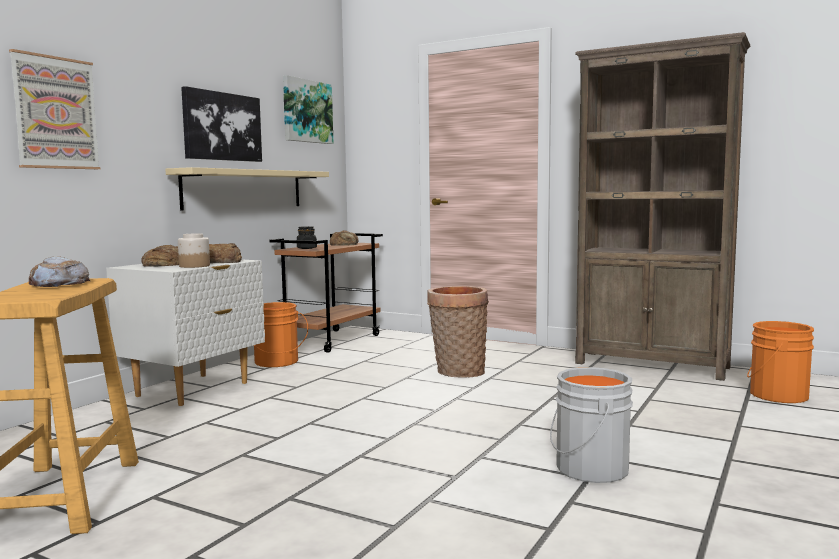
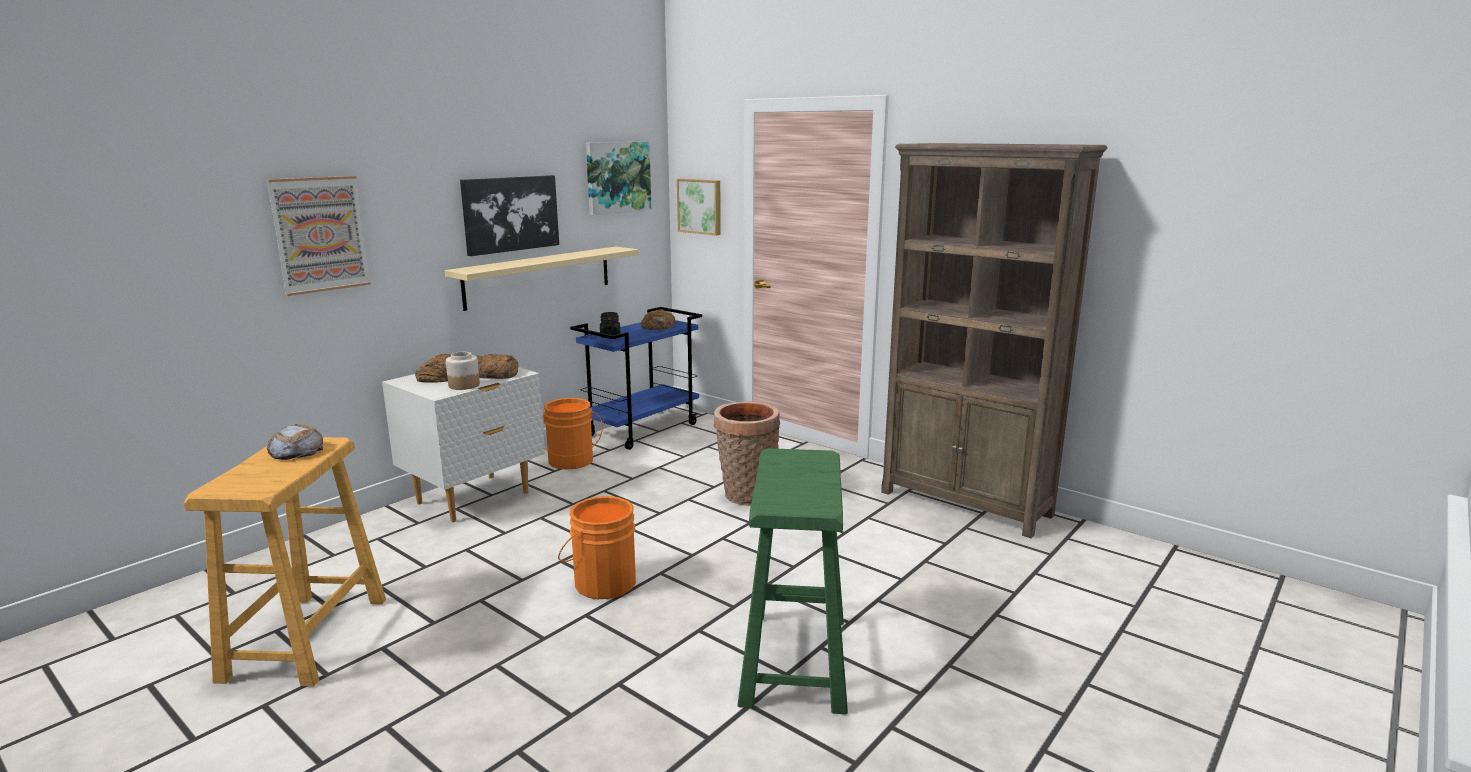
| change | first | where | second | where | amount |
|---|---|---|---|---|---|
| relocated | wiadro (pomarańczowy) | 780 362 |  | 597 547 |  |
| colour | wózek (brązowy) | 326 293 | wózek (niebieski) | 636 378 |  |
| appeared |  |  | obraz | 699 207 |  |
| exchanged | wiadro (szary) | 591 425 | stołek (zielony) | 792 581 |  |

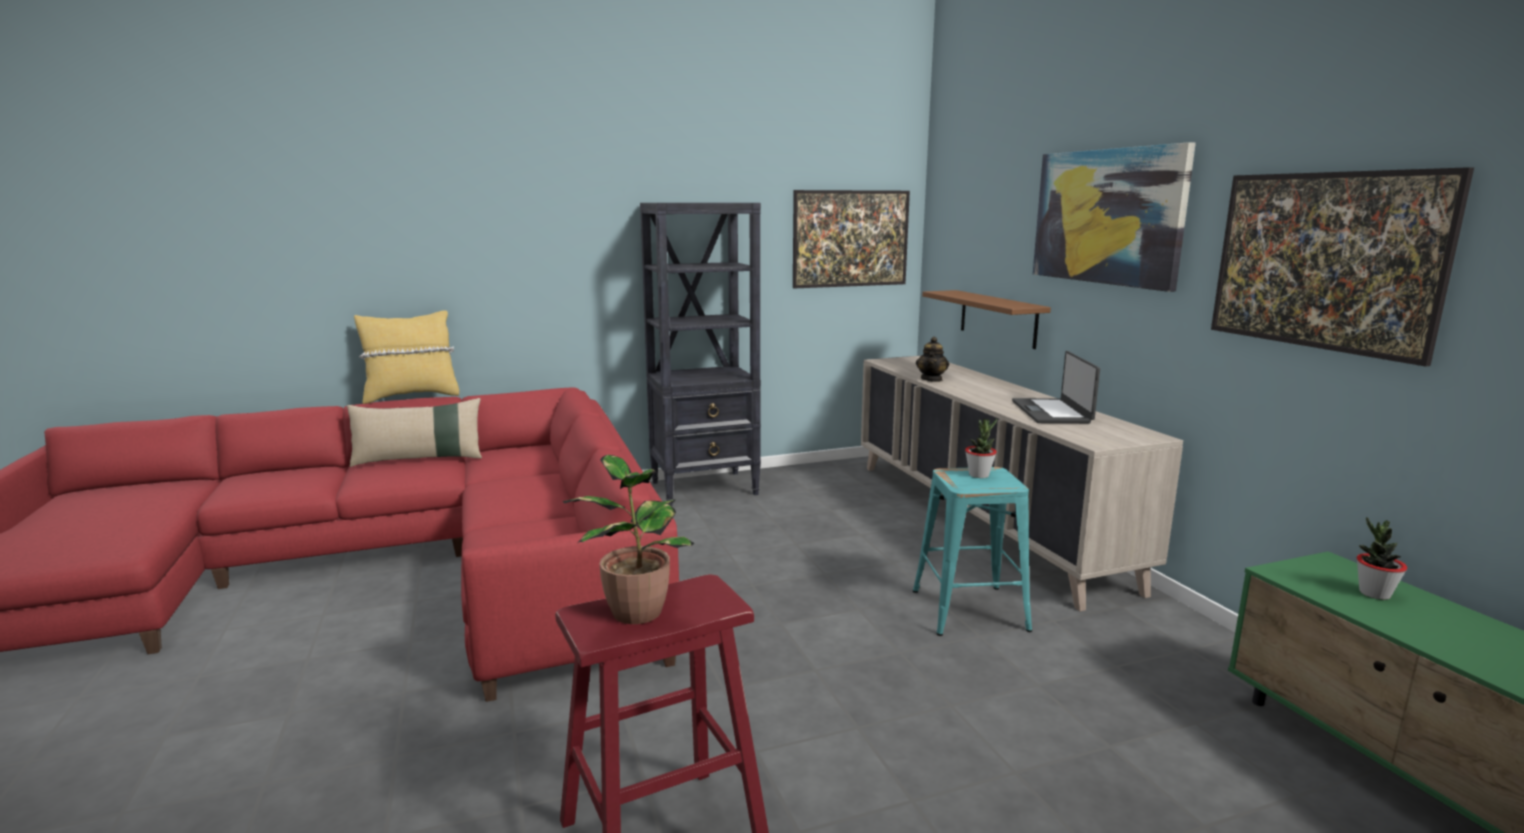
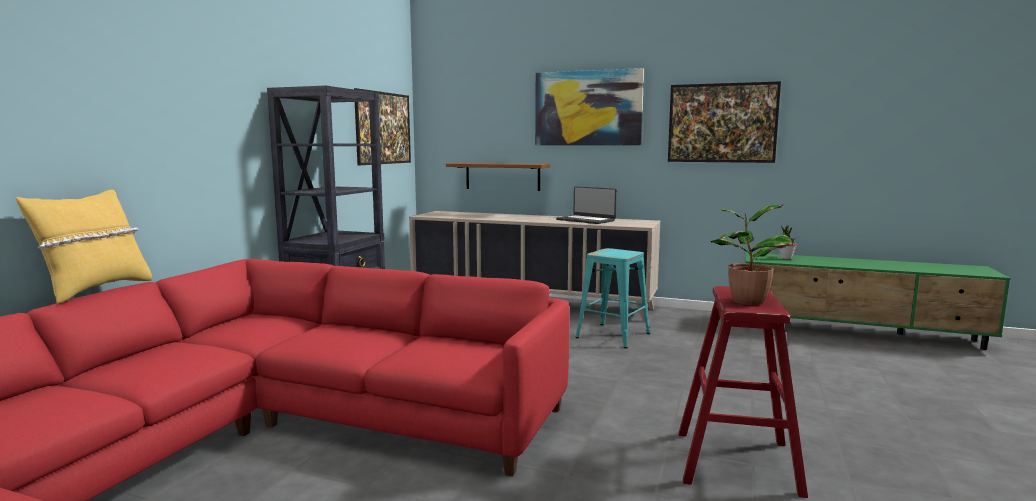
| change | first | where | second | where | amount |
|---|---|---|---|---|---|
| missing | poduszka (beżowy) | 414 432 |  |  |  |
| missing | imbryk | 932 359 |  |  |  |
| missing | roślina doniczkowa | 981 448 |  |  |  |

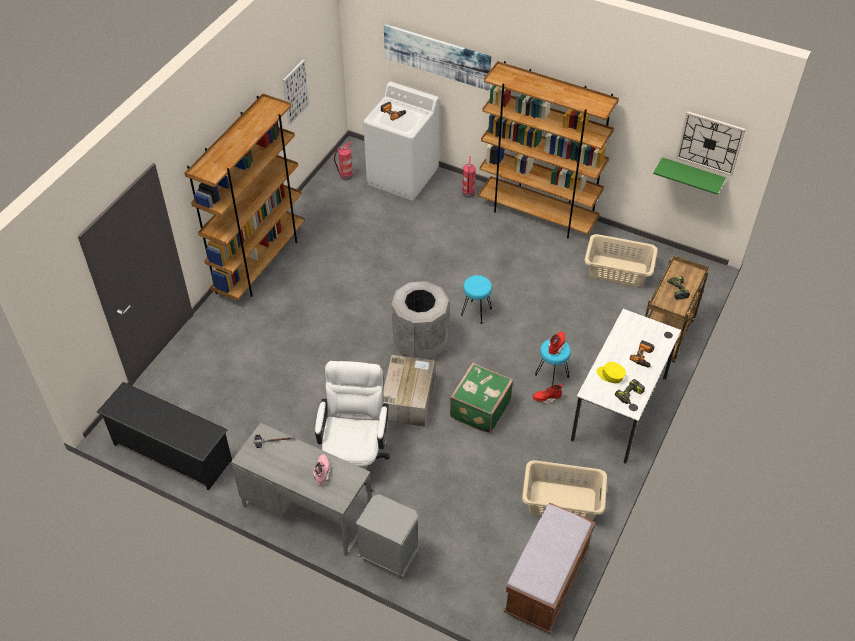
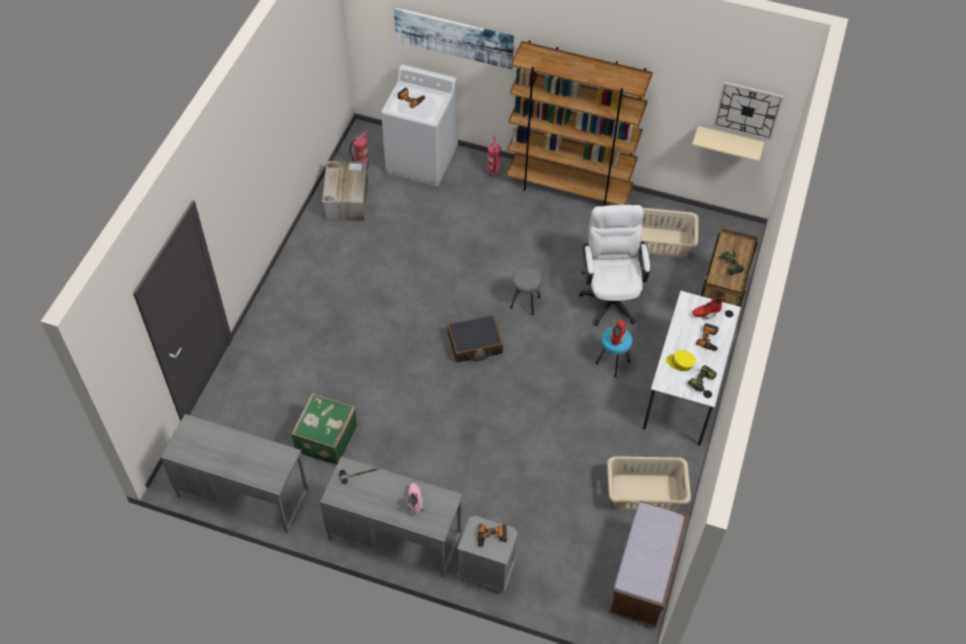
| change | first | where | second | where | amount |
|---|---|---|---|---|---|
| exchanged | regał na buty (czarny) | 164 436 | biurko (szary) | 234 473 |  |
| relocated | walizka (zielony) | 481 398 |  | 324 429 |  |
| relocated | karton | 409 391 |  | 345 191 |  |
| exchanged | kosz na śmieci (szary) | 420 320 | walizka (czarny) | 475 338 |  |
| appeared |  |  | wiertarka | 492 536 |  |
| colour | stołek (turkusowy) | 476 299 | stołek (szary) | 526 291 |  |
| relocated | krzesło biurowe (biały) | 352 426 |  | 614 265 |  |
| colour | półka (zielony) | 689 176 | półka (beżowy) | 728 144 |  |
| relocated | but z cholewką (czerwony) | 547 394 |  | 707 308 |  |
| missing | regał (brązowy) | 244 197 |  |  |  |
| missing | obraz | 296 92 |  |  |  |

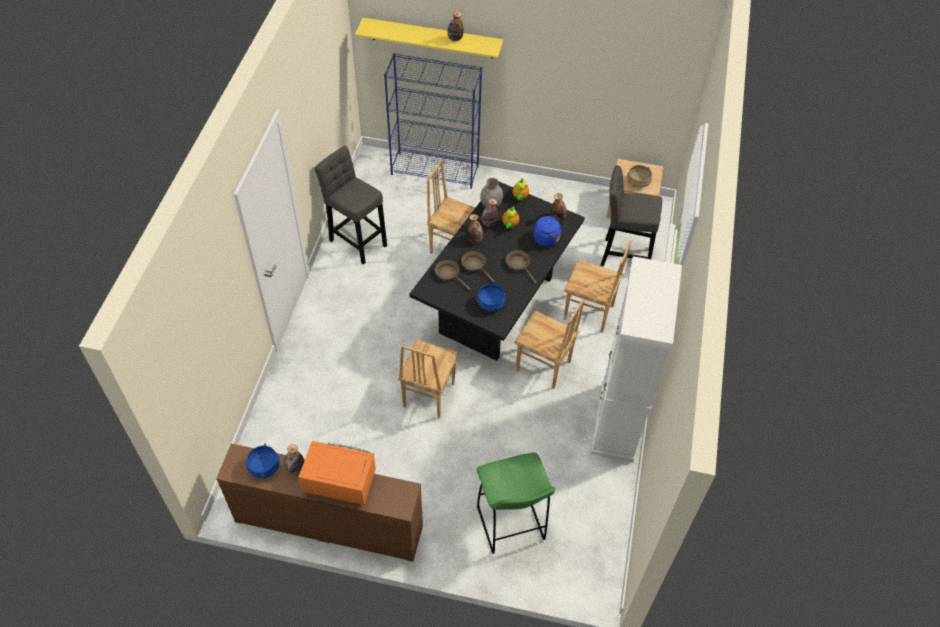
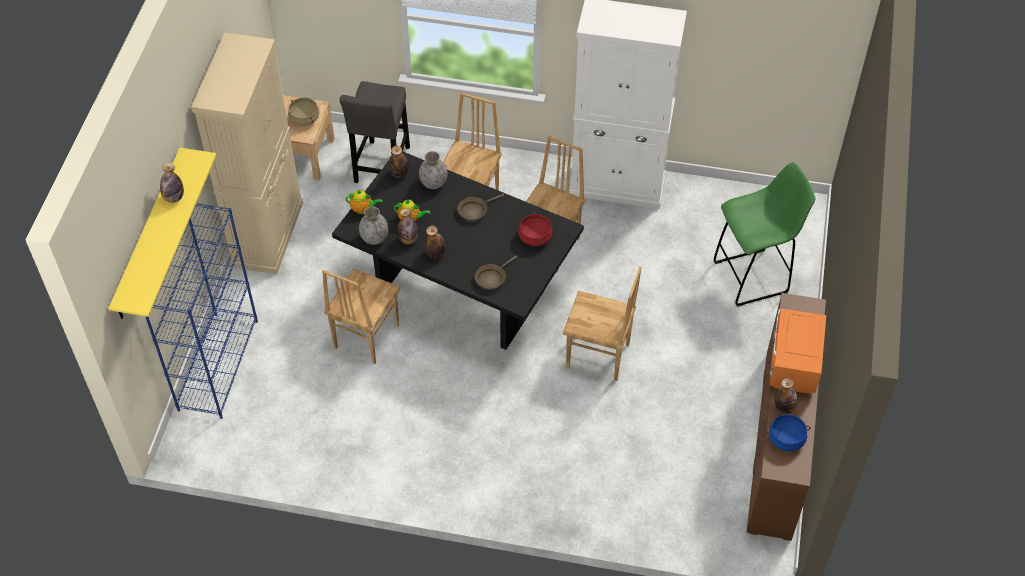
| change | first | where | second | where | amount |
|---|---|---|---|---|---|
| appeared |  |  | szafka (beżowy) | 247 153 |  |
| exchanged | czajnik (niebieski) | 550 231 | wazon (szary) | 433 170 |  |
| colour | garnek (niebieski) | 491 297 | garnek (czerwony) | 535 229 |  |
| missing | stołek (szary) | 350 205 |  |  |  |
| missing | patelnia (brązowy) | 478 267 |  |  |  |

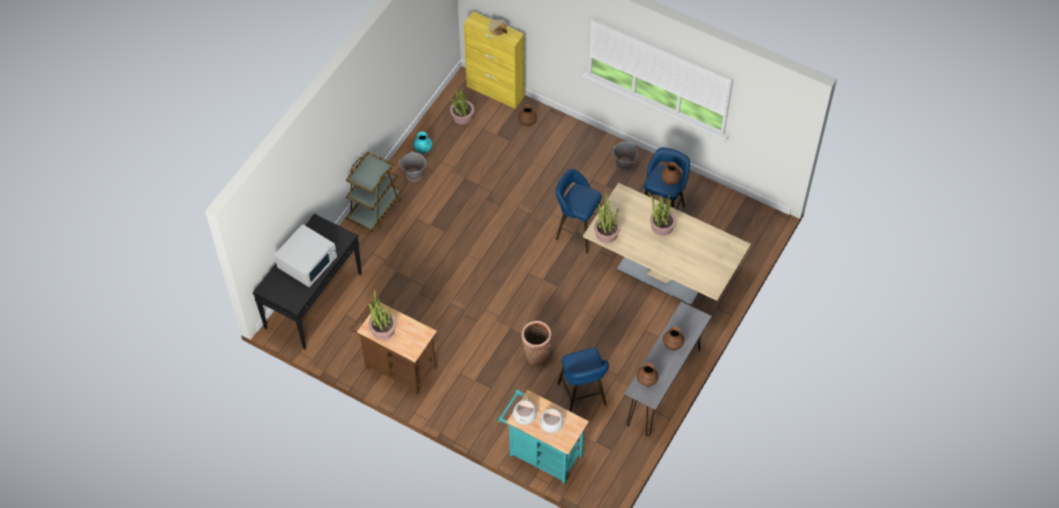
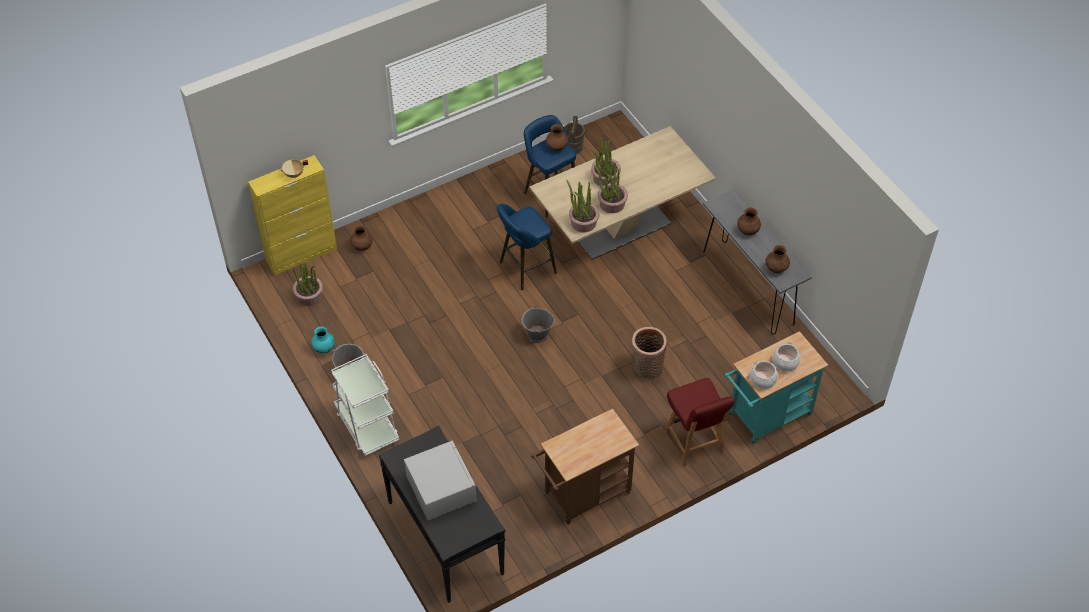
| change | first | where | second | where | amount |
|---|---|---|---|---|---|
| colour | wózek (brązowy) | 374 191 | wózek (biały) | 365 405 |  |
| relocated | wiadro (szary) | 625 156 |  | 538 324 |  |
| appeared |  |  | wiadro (brązowy) | 574 135 |  |
| relocated | roślina doniczkowa | 382 314 |  | 611 188 |  |
| appeared |  |  | krzesło (czerwony) | 699 422 |  |
| missing | stołek (niebieski) | 583 380 |  |  |  |

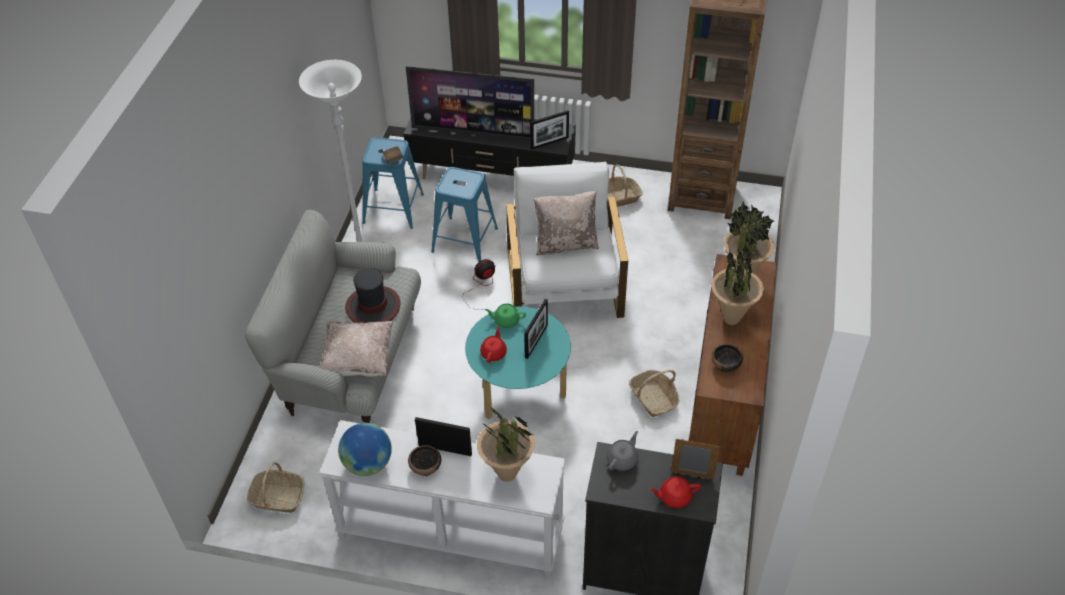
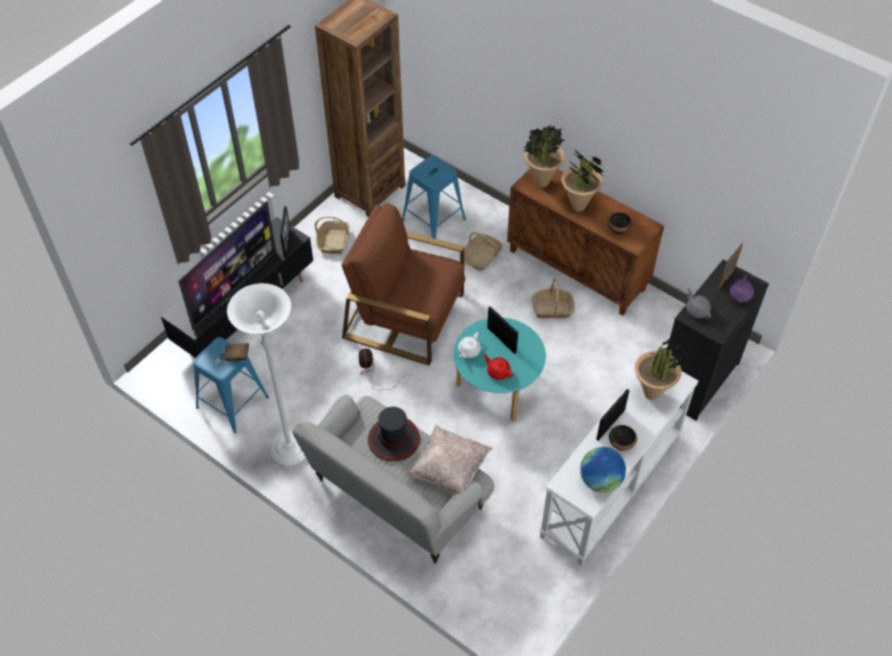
| change | first | where | second | where | amount |
|---|---|---|---|---|---|
| colour | fotel (biały) | 567 240 | fotel (brązowy) | 403 284 |  |
| relocated | stołek (niebieski) | 464 214 |  | 434 197 |  |
| colour | imbryk (zielony) | 505 316 | imbryk (biały) | 469 345 |  |
| relocated | koszyk | 276 487 |  | 483 251 |  |
| colour | imbryk (czerwony) | 675 492 | imbryk (fioletowy) | 741 289 |  |
| missing | poduszka (beżowy) | 566 223 |  |  |  |

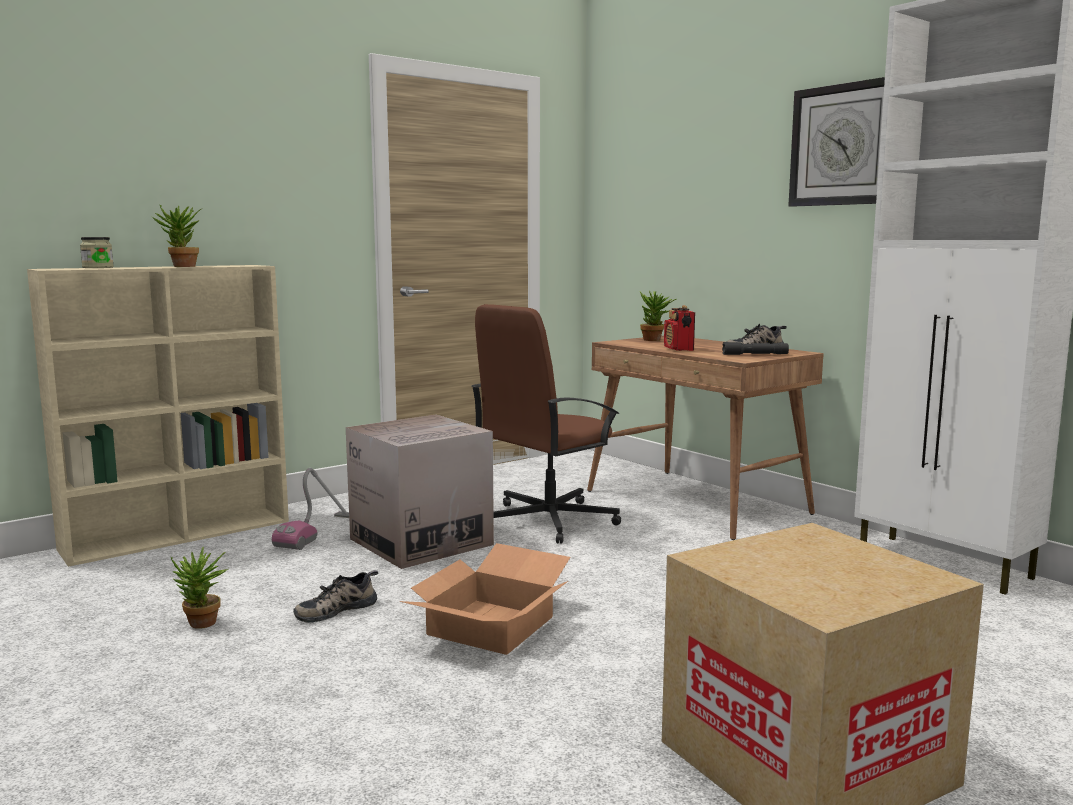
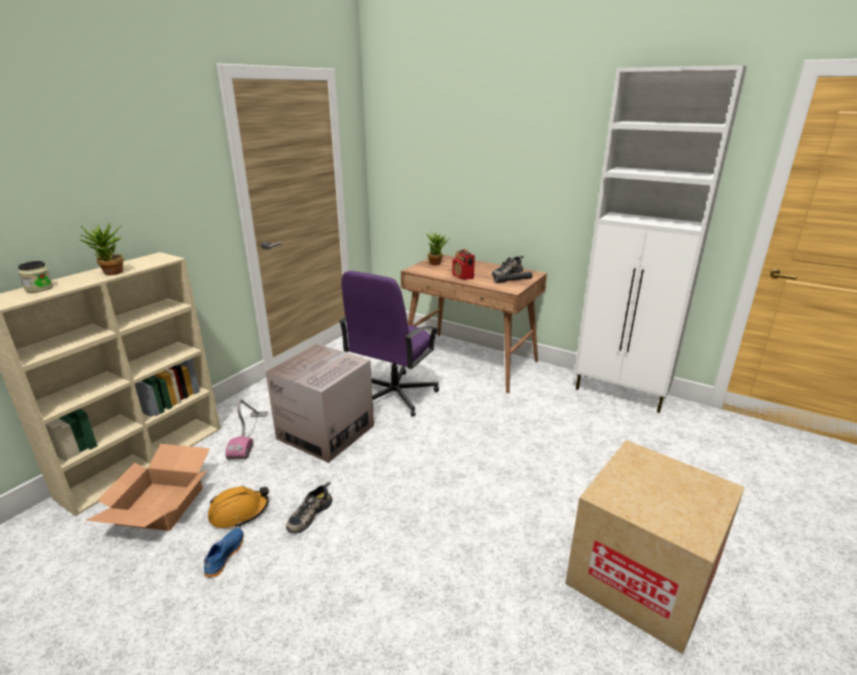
| change | first | where | second | where | amount |
|---|---|---|---|---|---|
| relocated | karton | 484 599 |  | 148 487 |  |
| exchanged | roślina doniczkowa | 199 588 | but (niebieski) | 224 553 |  |
| appeared |  |  | kask (pomarańczowy) | 238 507 |  |
| colour | krzesło biurowe (brązowy) | 546 424 | krzesło biurowe (fioletowy) | 389 343 |  |
| missing | zegar ścienny | 836 142 |  |  |  |

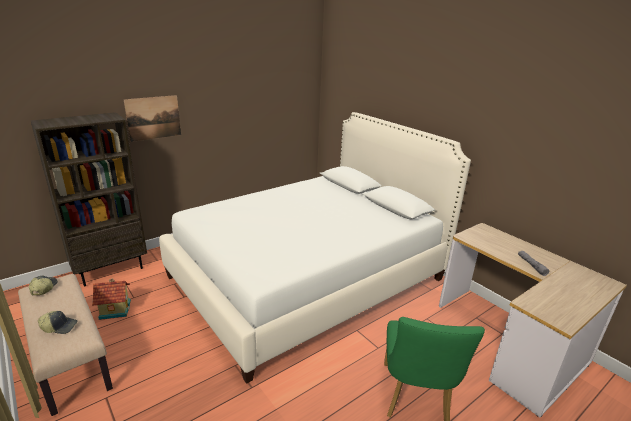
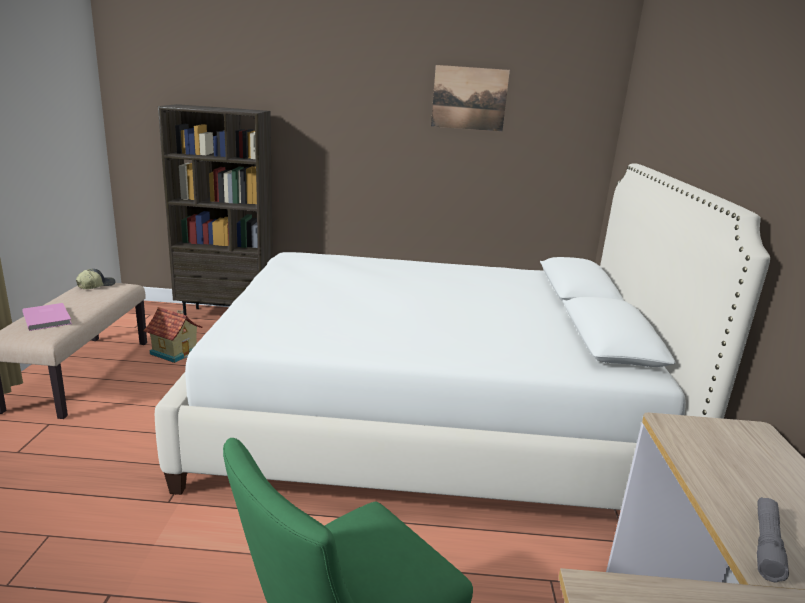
| change | first | where | second | where | amount |
|---|---|---|---|---|---|
| exchanged | czapka z daszkiem | 58 322 | książka (różowy) | 47 317 |  |
| relocated | obraz | 152 118 |  | 470 98 |  |

